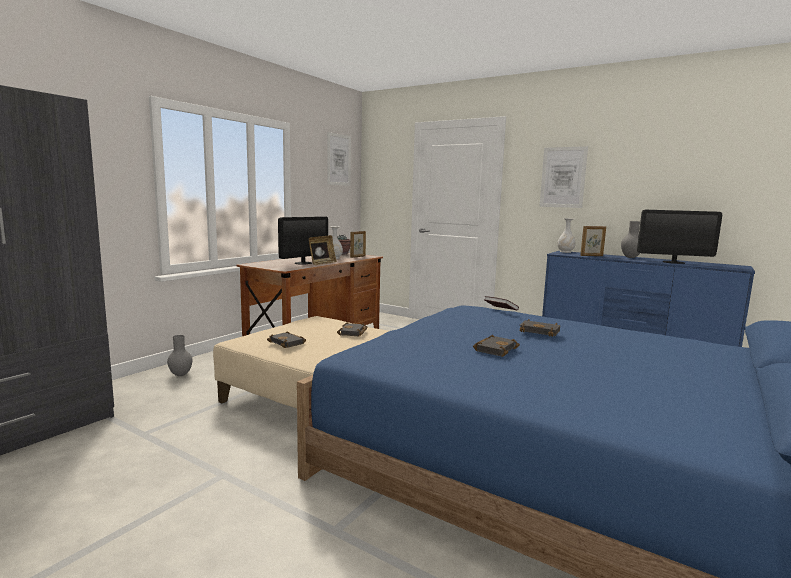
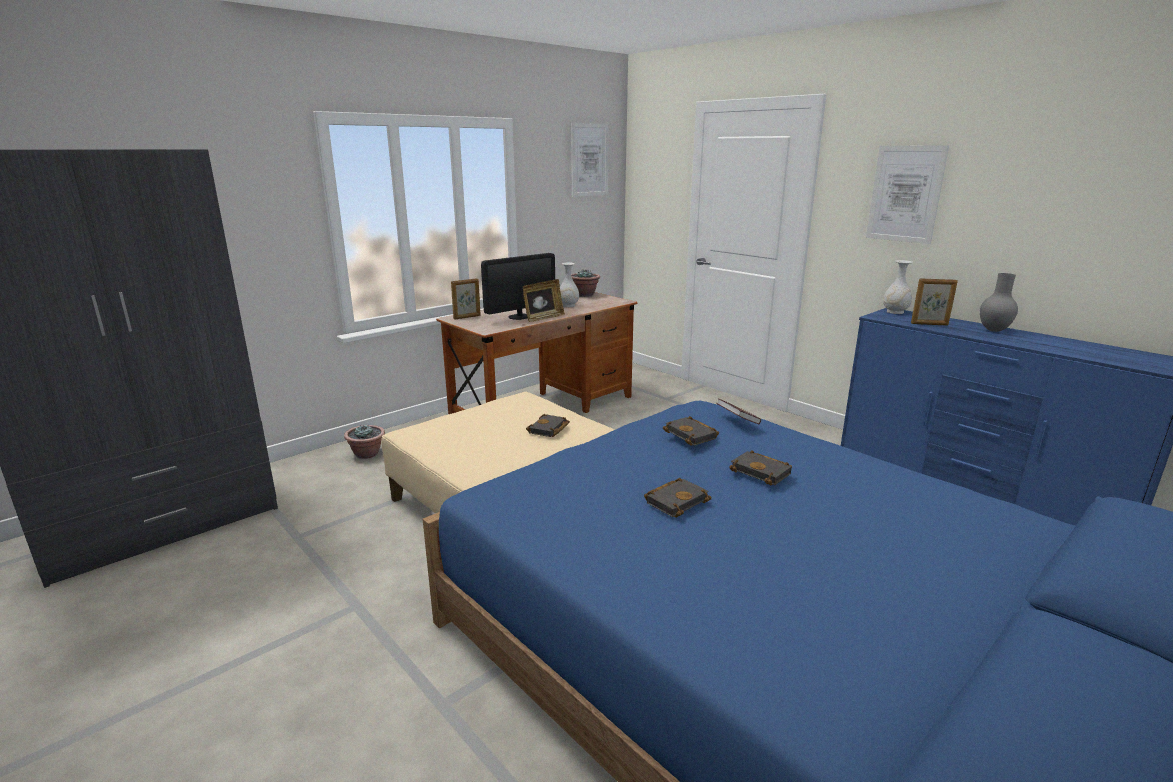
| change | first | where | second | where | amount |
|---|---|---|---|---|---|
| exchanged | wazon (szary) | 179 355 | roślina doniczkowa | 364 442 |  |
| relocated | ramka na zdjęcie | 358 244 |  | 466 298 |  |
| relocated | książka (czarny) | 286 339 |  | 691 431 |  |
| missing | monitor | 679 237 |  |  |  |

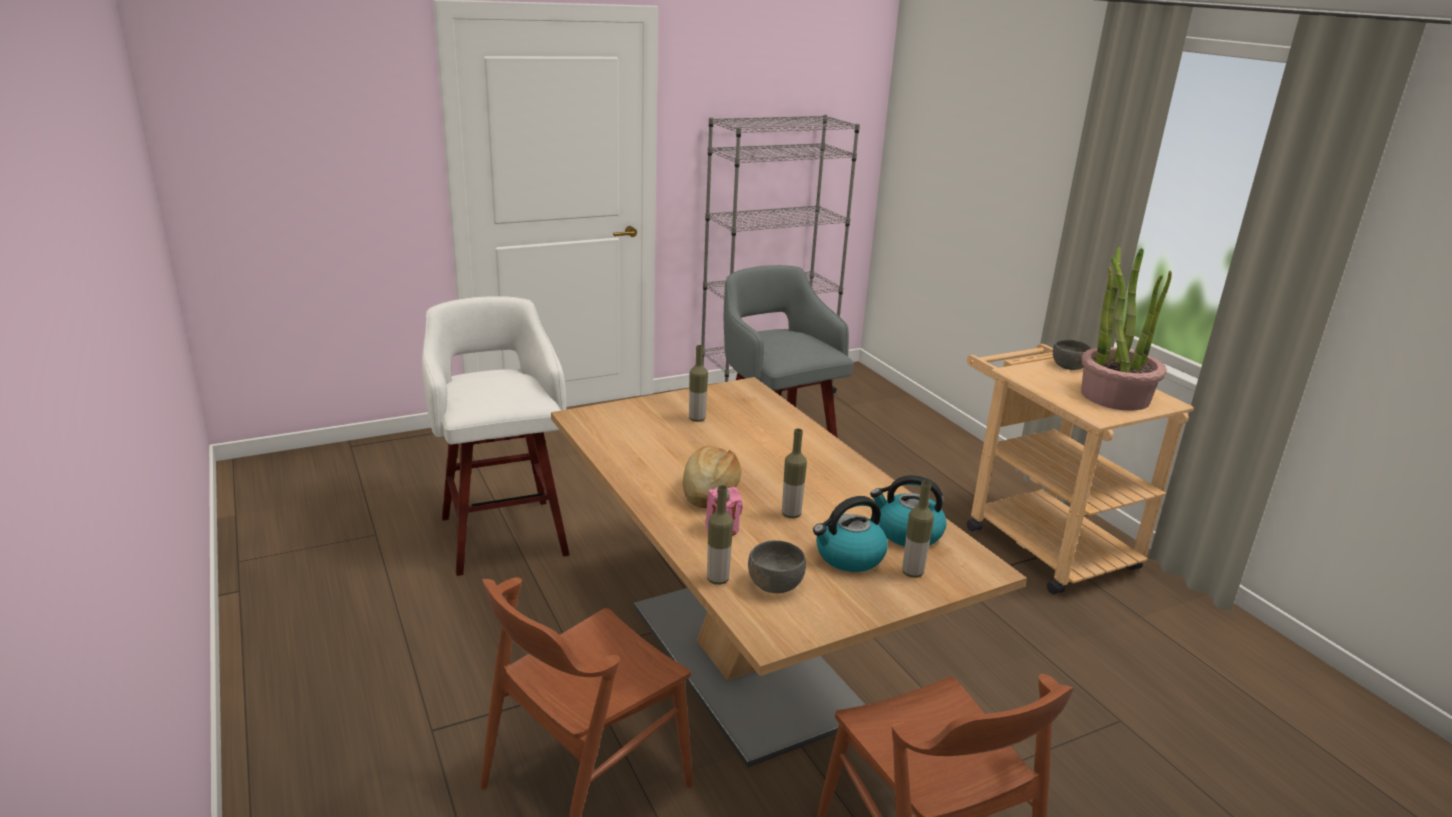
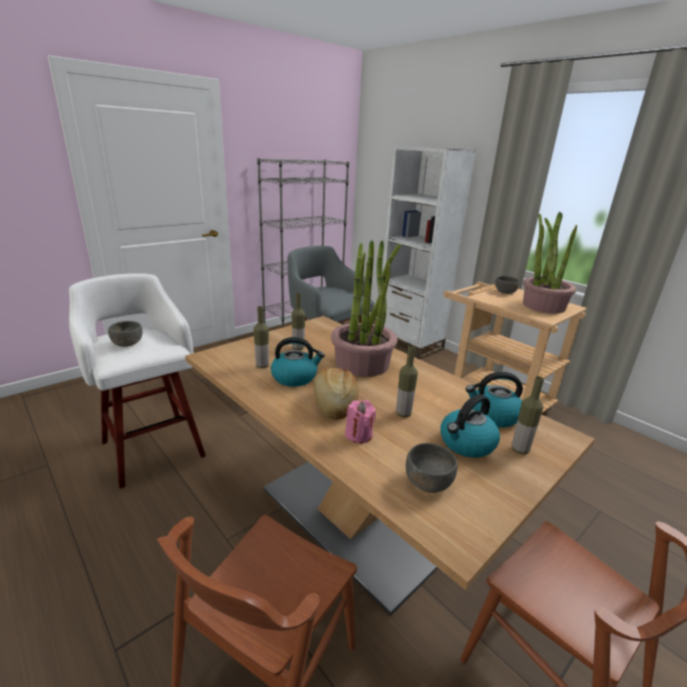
| change | first | where | second | where | amount |
|---|---|---|---|---|---|
| appeared |  |  | miska (szary) | 125 334 |  |
| relocated | butelka | 720 535 |  | 261 337 |  |
| appeared |  |  | czajnik | 298 362 |  |
| appeared |  |  | roślina doniczkowa | 366 308 |  |
| appeared |  |  | regał (biały) | 429 252 |  |

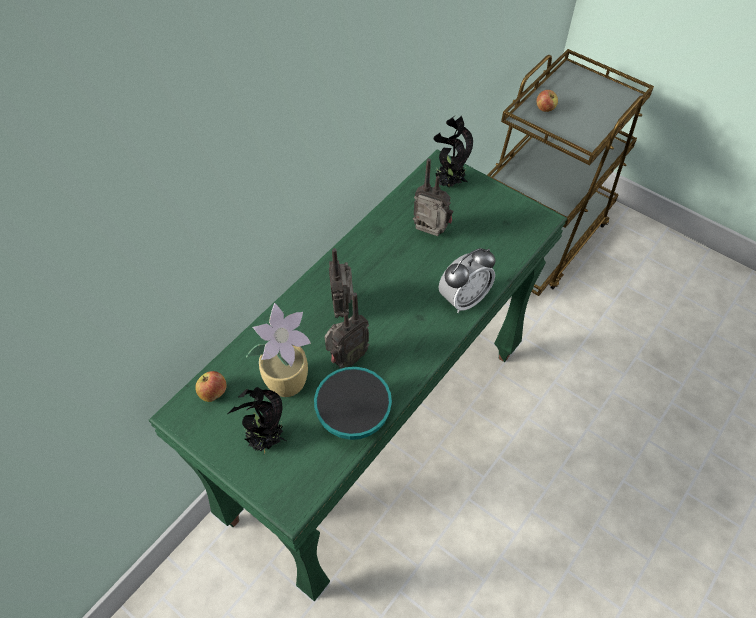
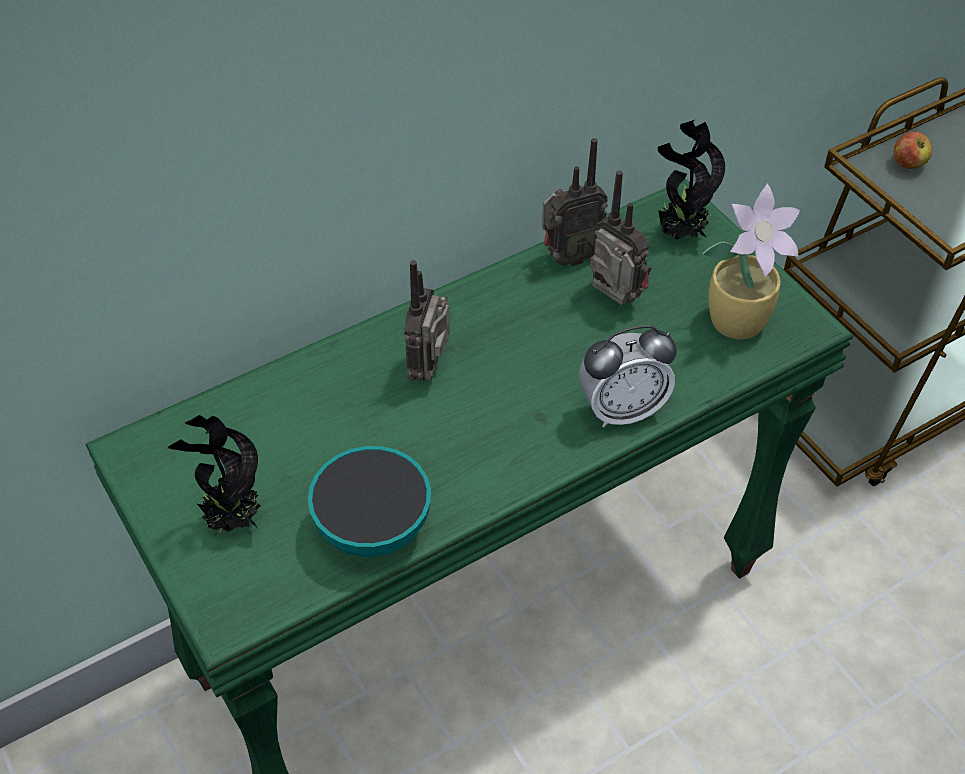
| change | first | where | second | where | amount |
|---|---|---|---|---|---|
| relocated | radio | 346 331 |  | 575 202 |  |
| relocated | roślina doniczkowa | 278 350 |  | 751 262 |  |
| missing | jabłko | 211 386 |  |  |  |

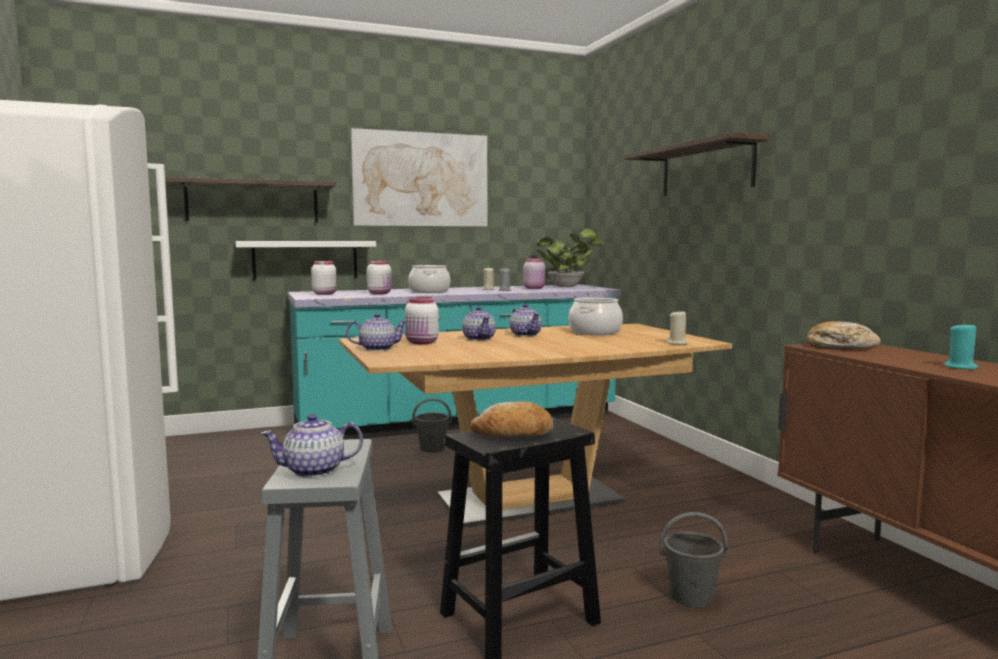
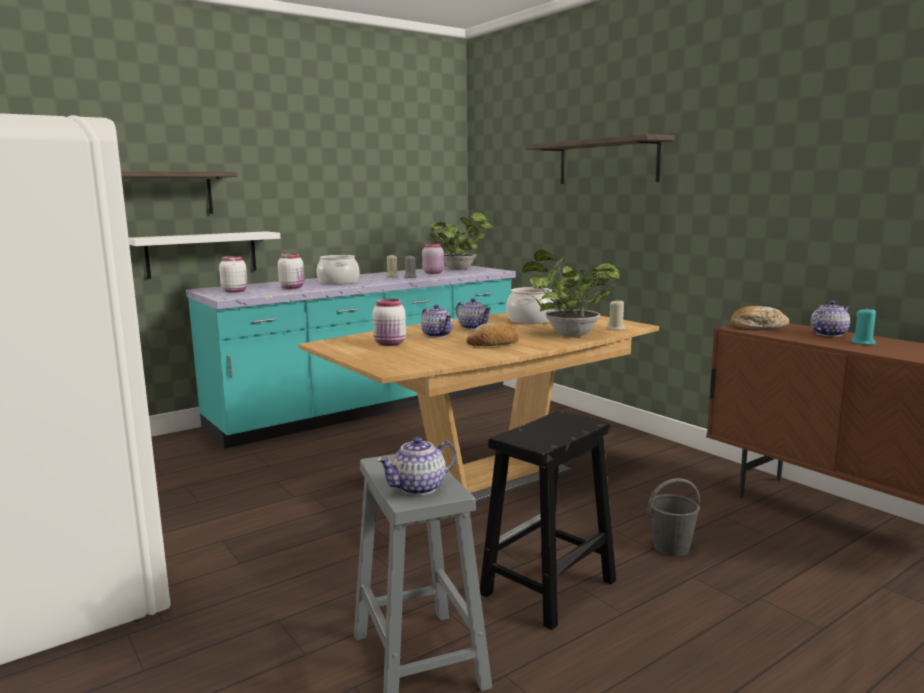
| change | first | where | second | where | amount |
|---|---|---|---|---|---|
| relocated | chleb | 511 419 |  | 493 334 |  |
| appeared |  |  | roślina doniczkowa | 571 293 |  |
| relocated | imbryk | 377 332 |  | 830 319 |  |
| missing | obraz | 419 177 |  |  |  |
| missing | wiadro (szary) | 432 425 |  |  |  |

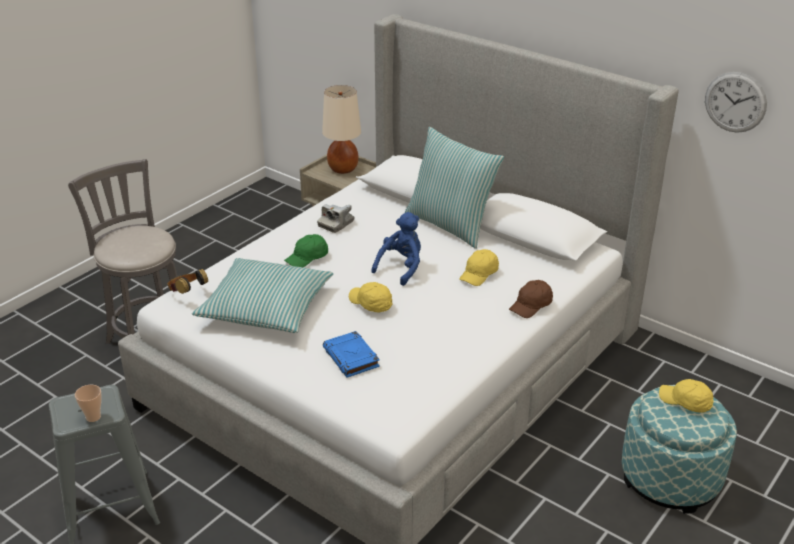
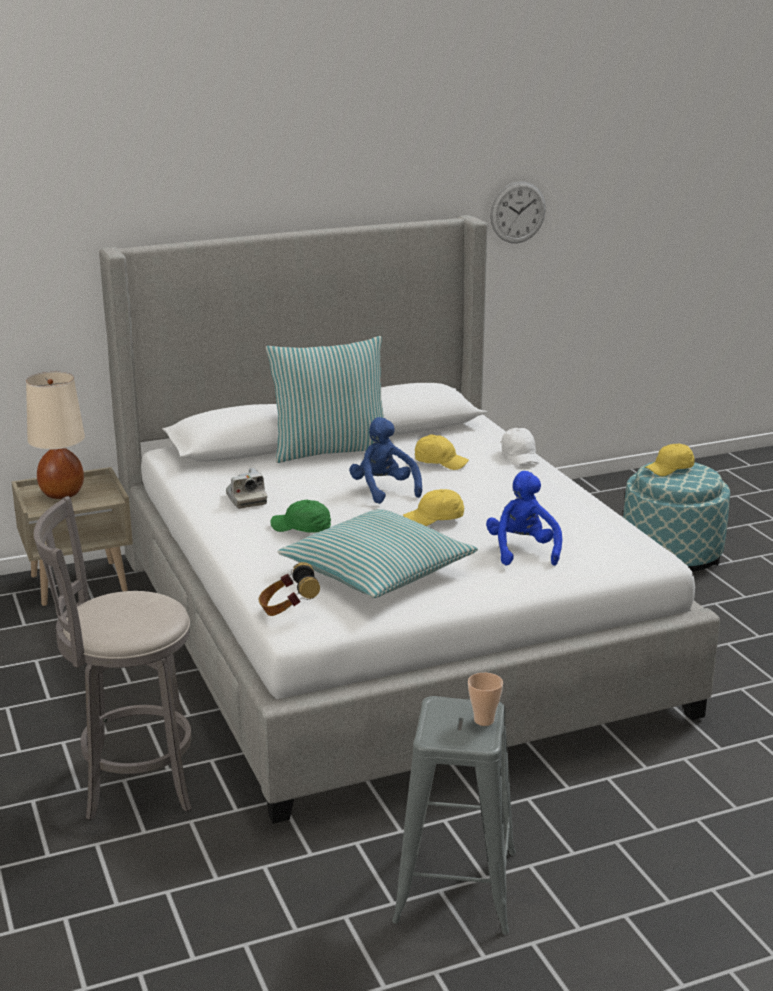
| change | first | where | second | where | amount |
|---|---|---|---|---|---|
| spun | czapka z daszkiem (zielony) | 306 250 |  | 301 516 | 120 degrees clockwise |
| spun | czapka z daszkiem (żółty) | 479 267 |  | 442 452 | 45 degrees counterclockwise |
| exchanged | książka (niebieski) | 351 354 | pluszak (niebieski) | 524 518 |  |
| colour | czapka z daszkiem (brązowy) | 531 299 | czapka z daszkiem (biały) | 520 447 |  |

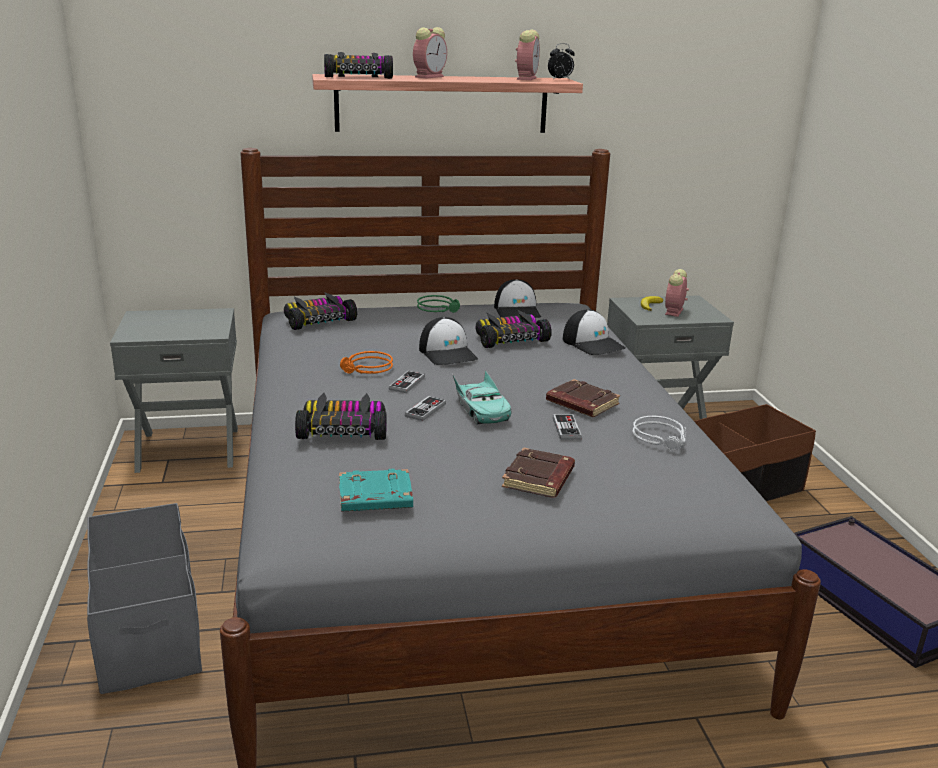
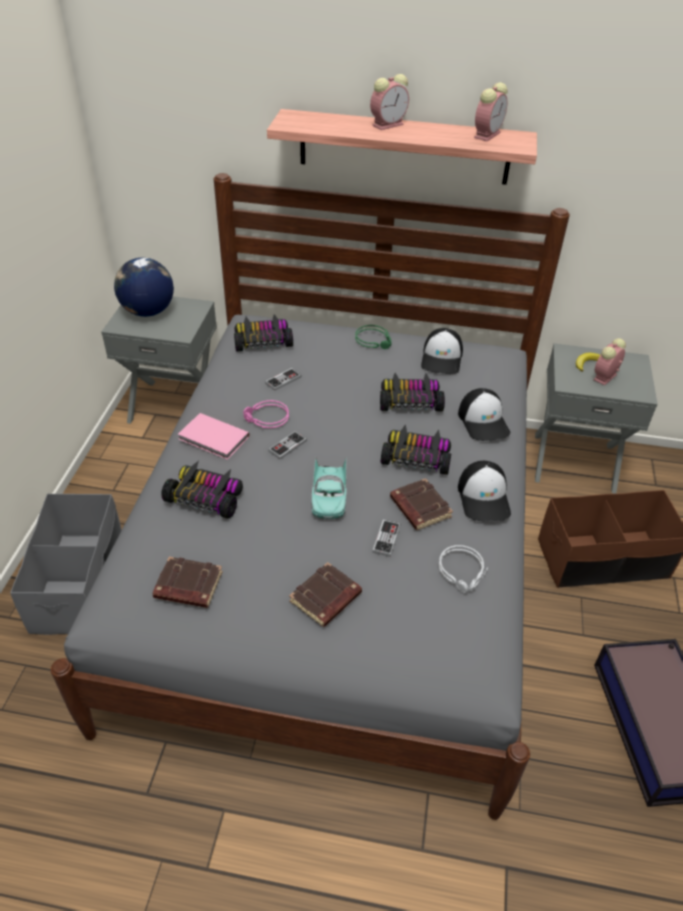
| change | first | where | second | where | amount |
|---|---|---|---|---|---|
| appeared |  |  | globus | 144 287 |  |
| colour | książka (turkusowy) | 376 490 | książka (brązowy) | 188 582 |  |
| appeared |  |  | książka (różowy) | 213 436 |  |
| colour | słuchawki (pomarańczowy) | 366 362 | słuchawki (różowy) | 266 414 |  |
| relocated | pad do gier | 425 408 |  | 283 379 |  |
| relocated | samochodzik | 358 65 |  | 415 449 |  |
| relocated | czapka z daszkiem | 448 341 |  | 484 491 |  |
| missing | budzik | 561 61 |  |  |  |

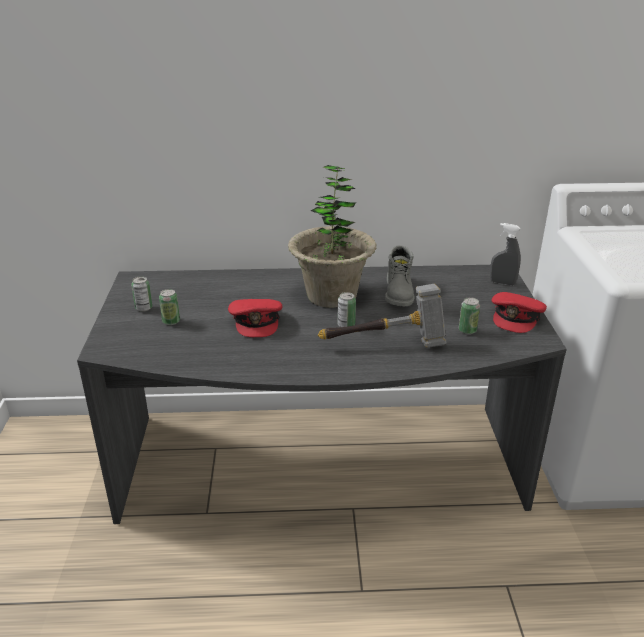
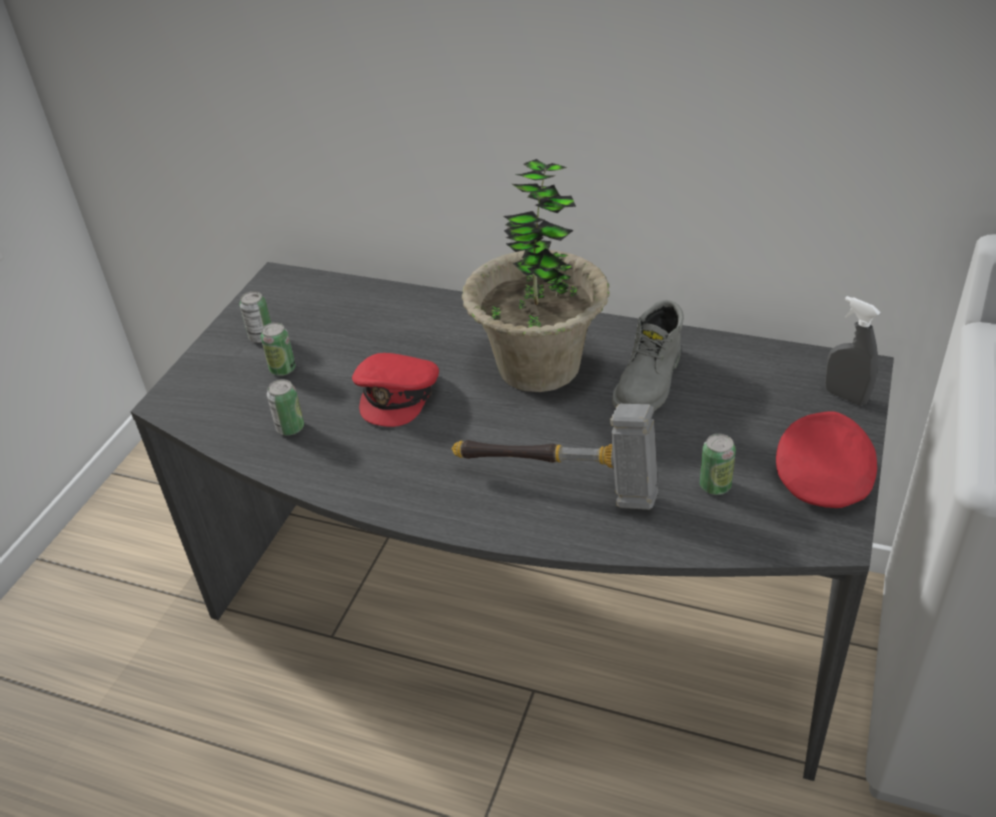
| change | first | where | second | where | amount |
|---|---|---|---|---|---|
| relocated | puszka | 346 309 |  | 285 407 |  |
| spun | czapka z daszkiem (czerwony) | 519 312 |  | 826 459 | 150 degrees clockwise |

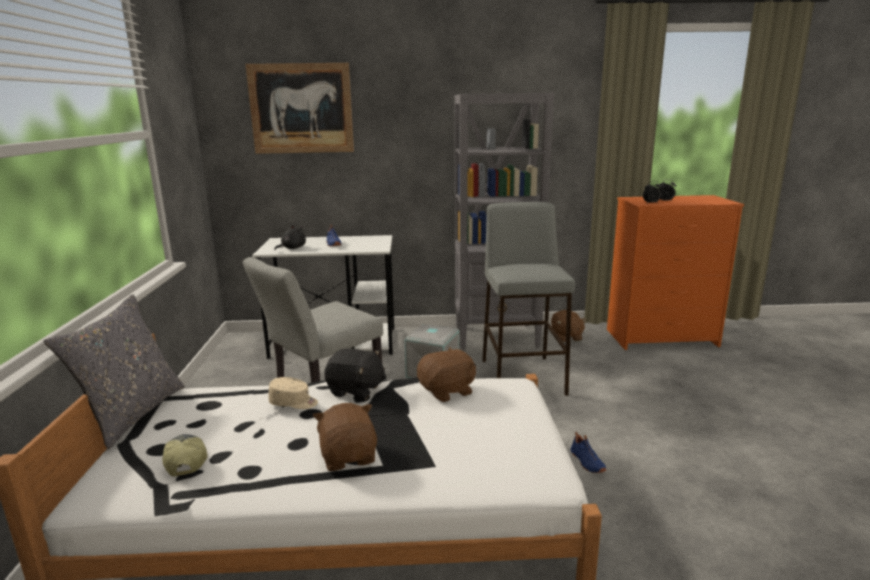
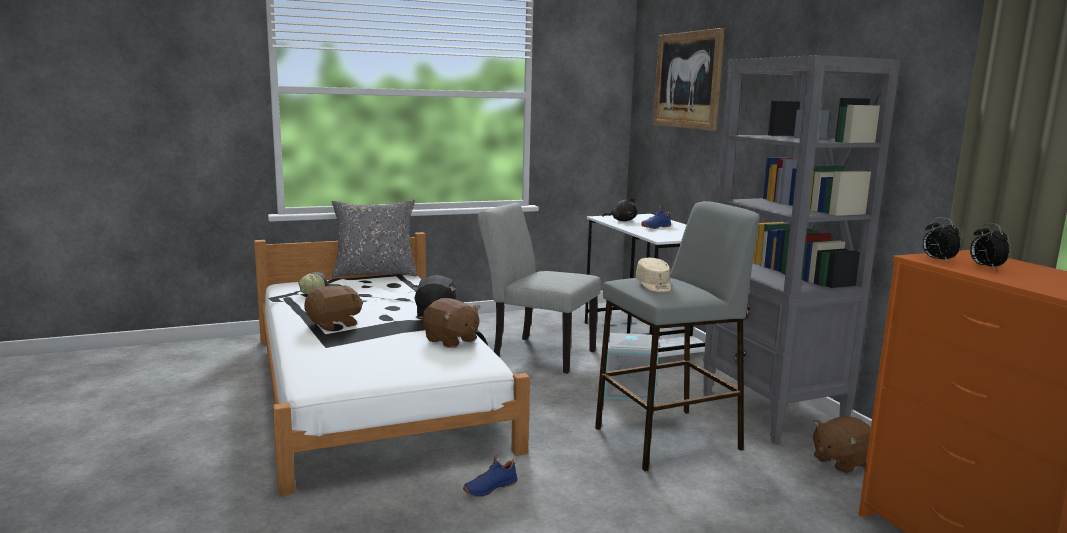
| change | first | where | second | where | amount |
|---|---|---|---|---|---|
| relocated | czapka z daszkiem (beżowy) | 293 393 |  | 653 275 |  |

